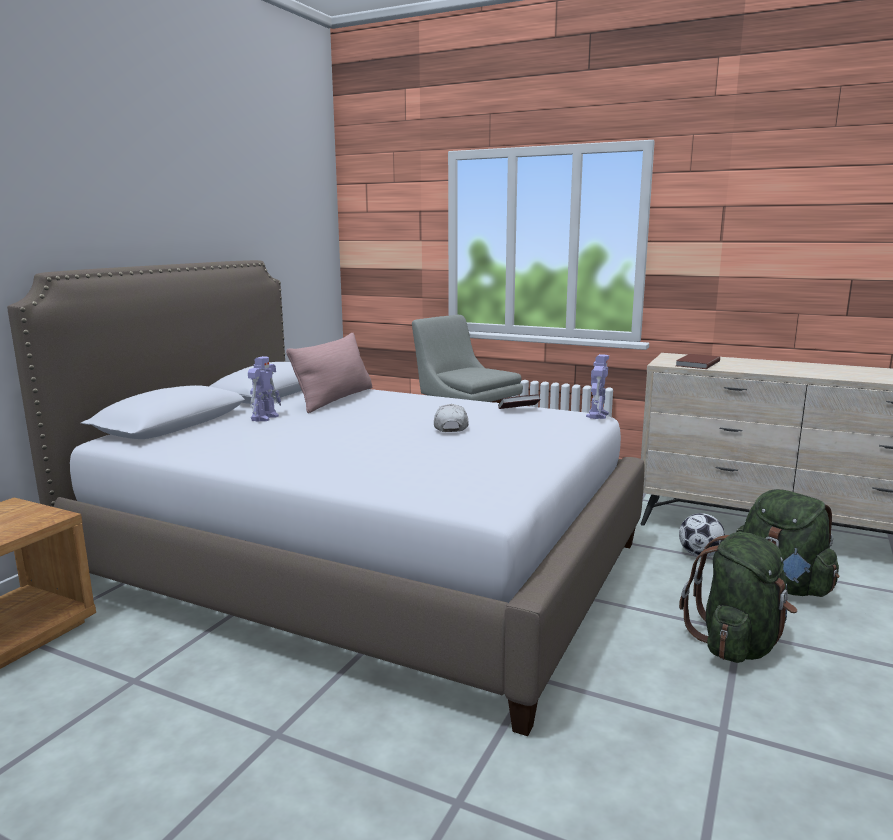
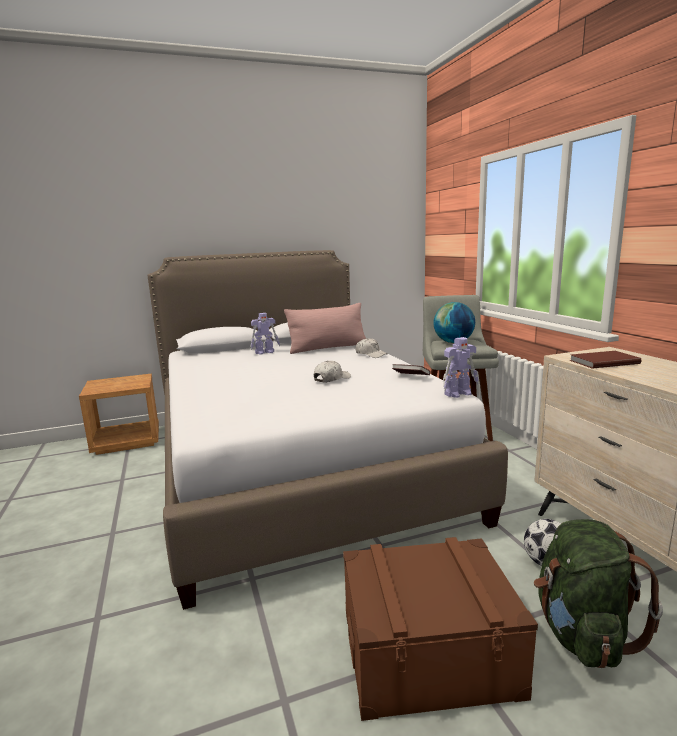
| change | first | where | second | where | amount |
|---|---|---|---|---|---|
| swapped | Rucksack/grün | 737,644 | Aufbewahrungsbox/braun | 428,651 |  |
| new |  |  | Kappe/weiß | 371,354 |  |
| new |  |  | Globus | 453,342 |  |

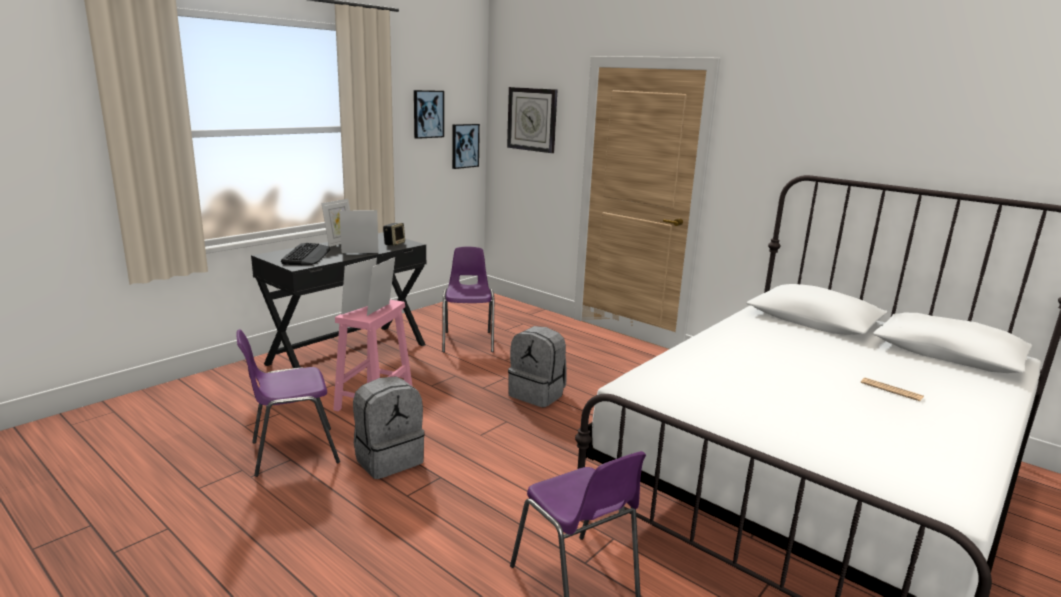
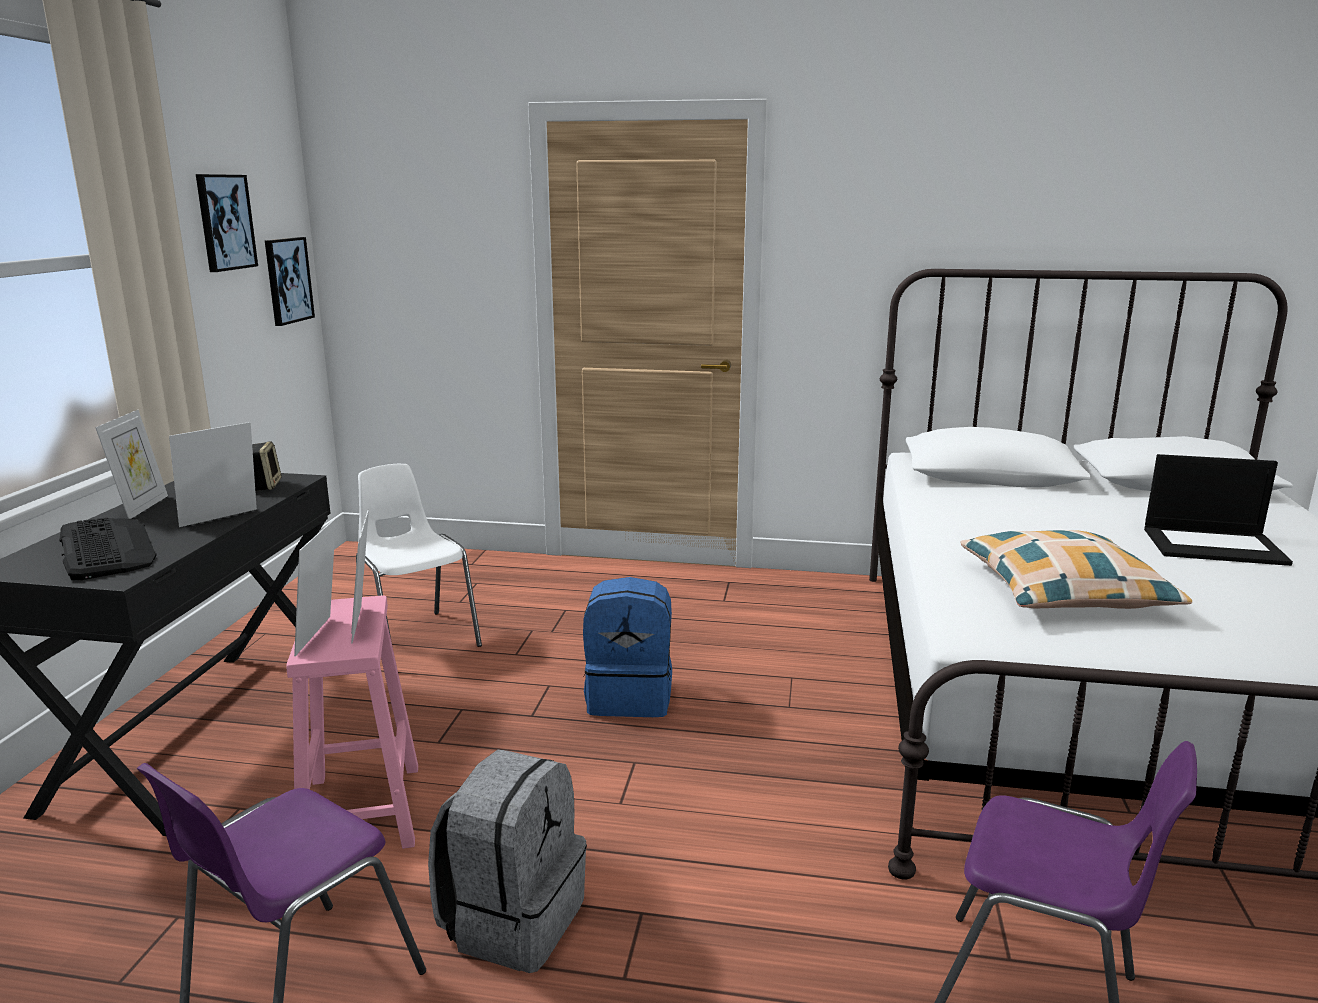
| change | first | where | second | where | amount |
|---|---|---|---|---|---|
| repainted | Stuhl/lila | 468,341 | Stuhl/weiß | 417,639 |  |
| gone | Wanduhr | 532,119 |  |  |  |
| repainted | Rucksack/grau | 538,394 | Rucksack/blau | 630,697 |  |
| swapped | Zeitung | 891,390 | Laptop | 1214,545 |  |
| new |  |  | Kissen | 1064,591 |  |

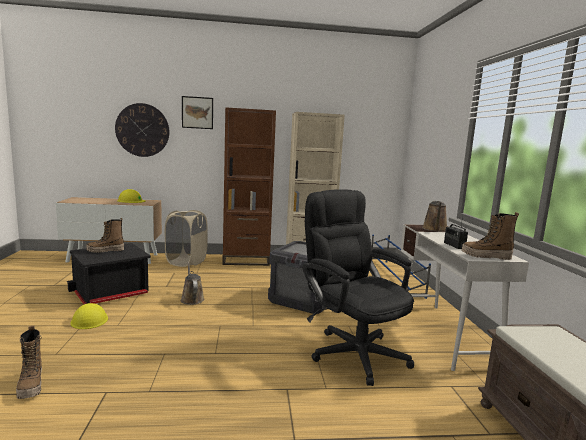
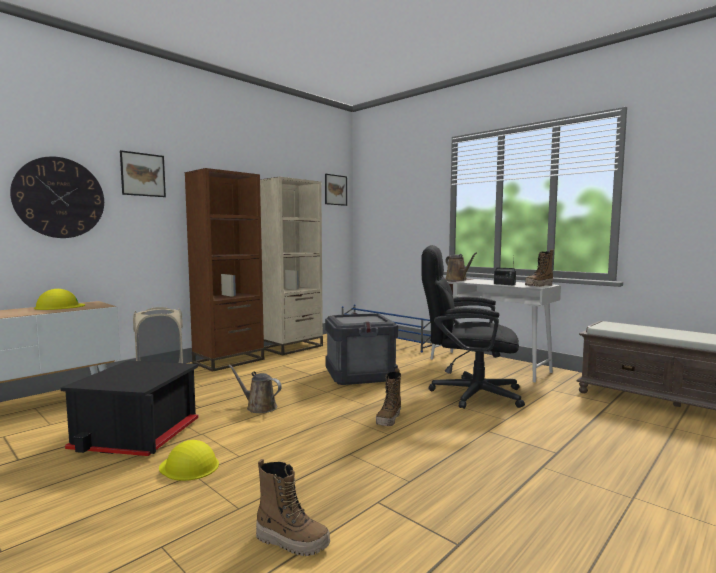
| change | first | where | second | where | amount |
|---|---|---|---|---|---|
| shifted | Stiefel | 105,251 |  | 389,420 |  |
| new |  |  | Bild | 335,190 |  |

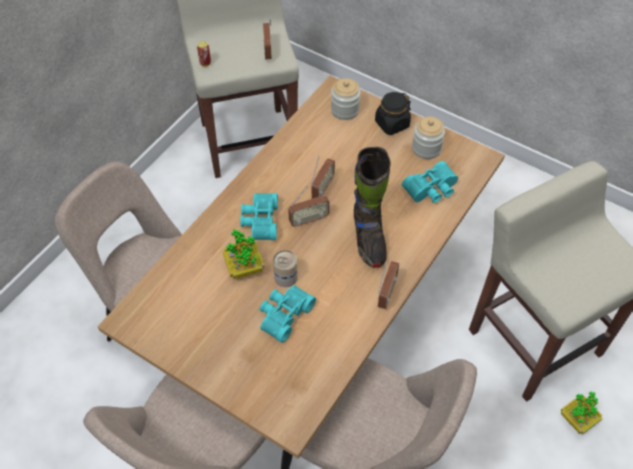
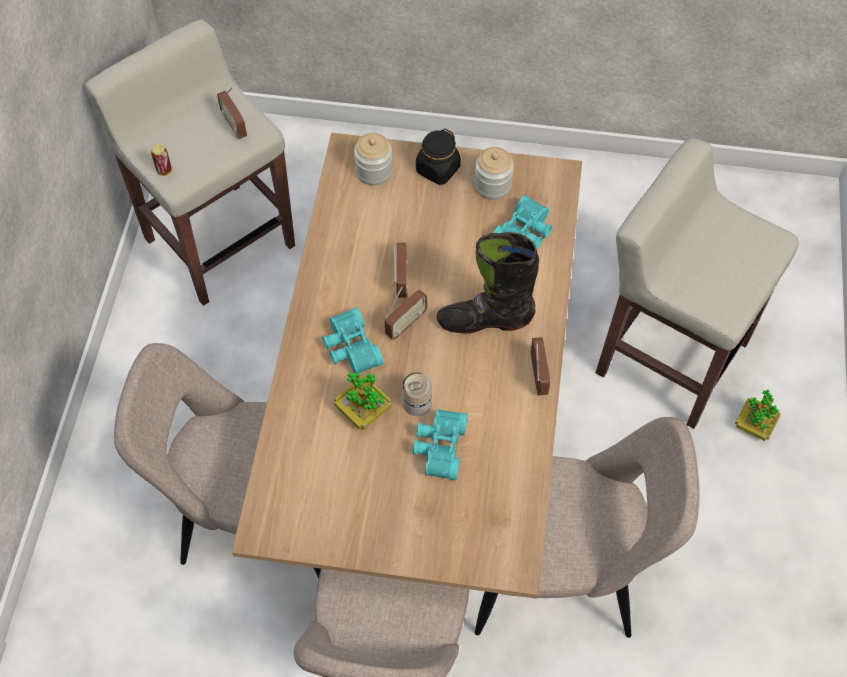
| change | first | where | second | where | amount |
|---|---|---|---|---|---|
| rotated | Stiefel/schwarz | 368,239 |  | 485,320 | 120 degrees clockwise |

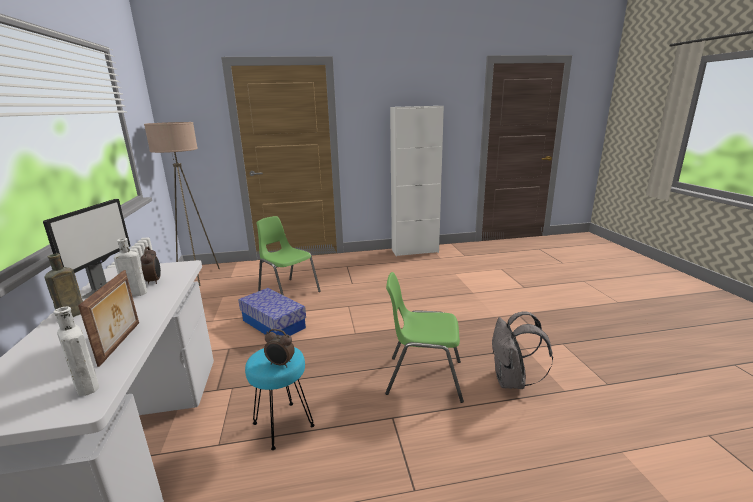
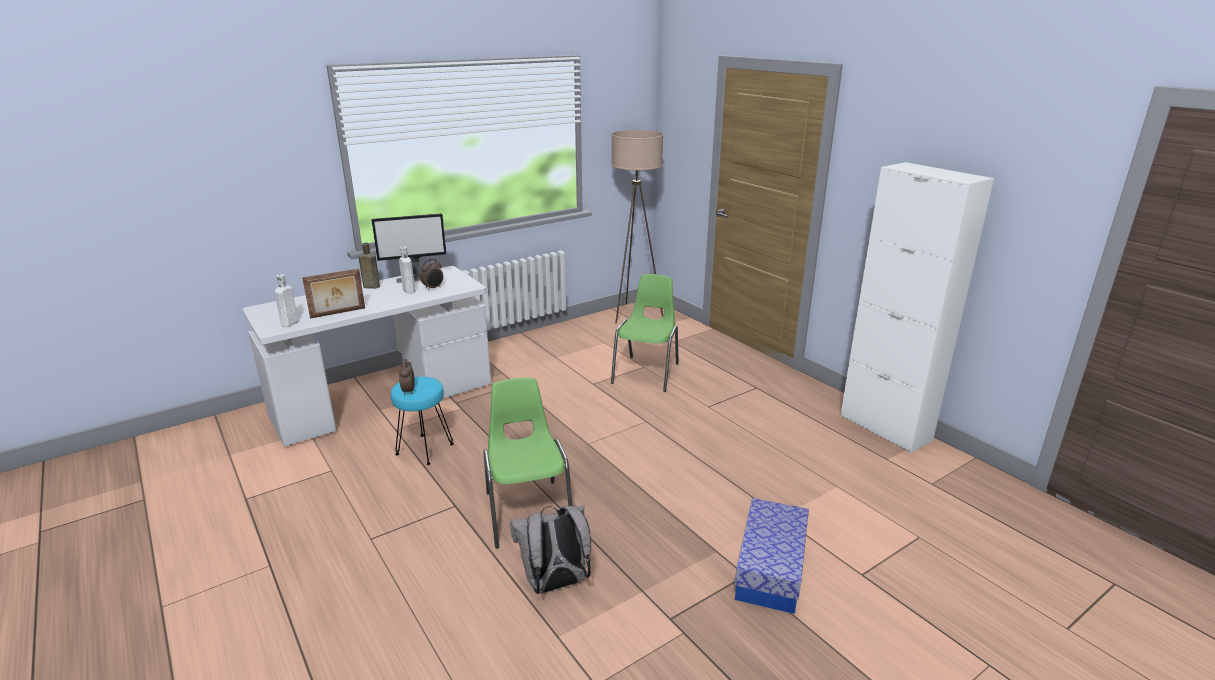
| change | first | where | second | where | amount |
|---|---|---|---|---|---|
| shifted | Aufbewahrungsbox | 273,324 |  | 770,569 |  |

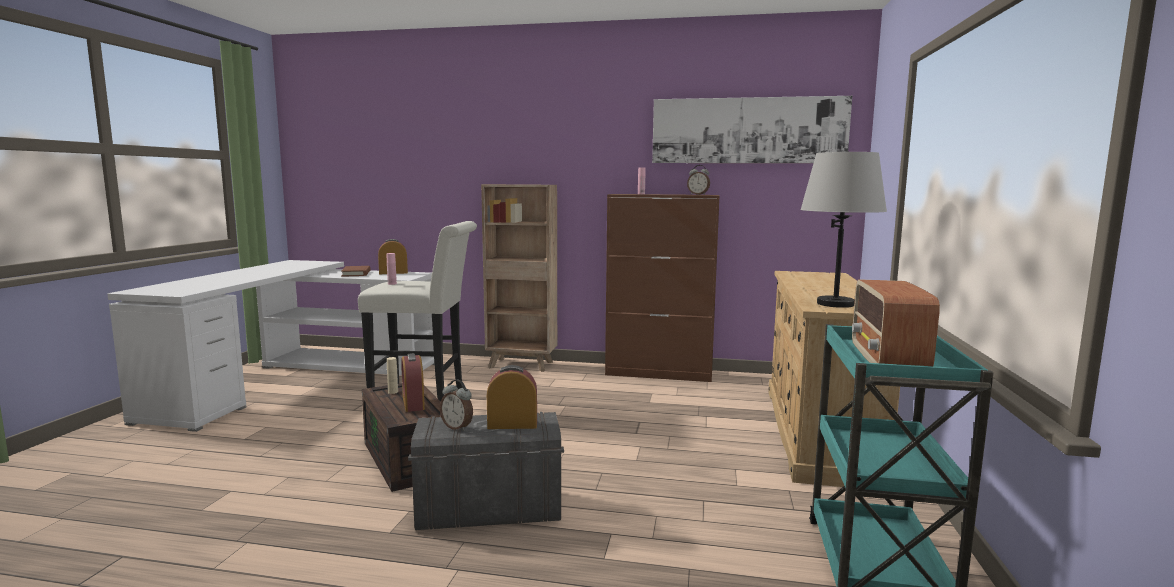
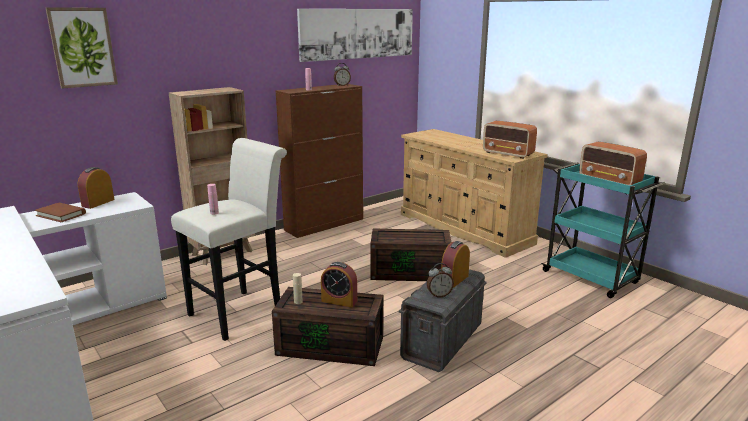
| change | first | where | second | where | amount |
|---|---|---|---|---|---|
| swapped | Tischlampe/grau | 836,304 | Radio | 508,154 |  |
| new |  |  | Bild | 82,47 |  |
| new |  |  | Aufbewahrungsbox/braun | 411,271 |  |

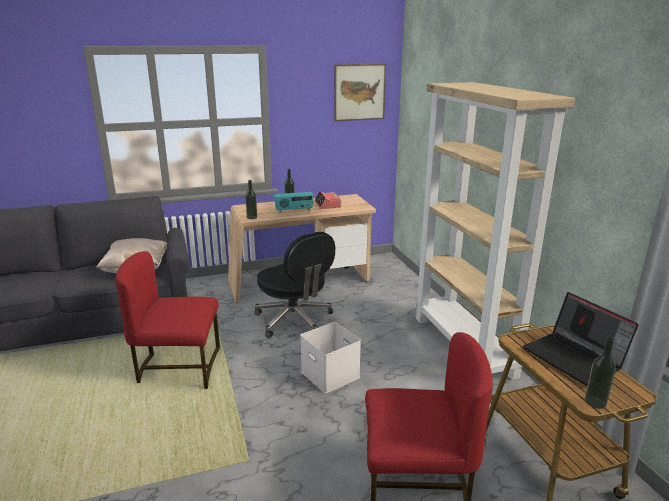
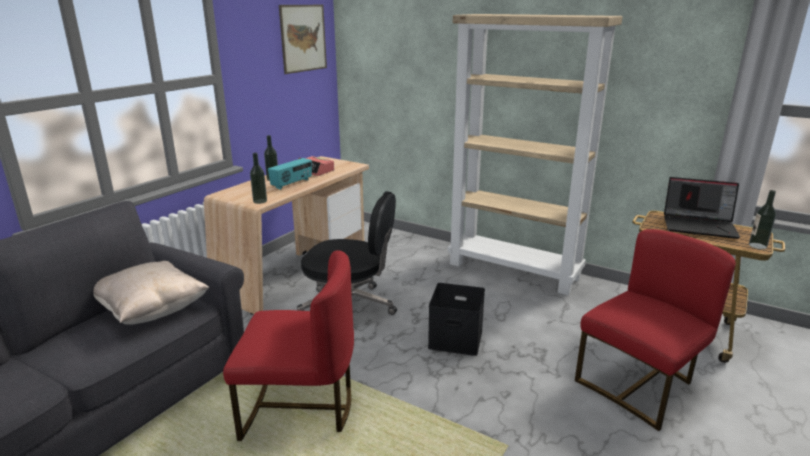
| change | first | where | second | where | amount |
|---|---|---|---|---|---|
| rotated | Stuhl/rot | 178,368 |  | 299,408 | 135 degrees counterclockwise |
| repainted | Aufbewahrungsbox/weiß | 331,374 | Aufbewahrungsbox/schwarz | 457,338 |  |

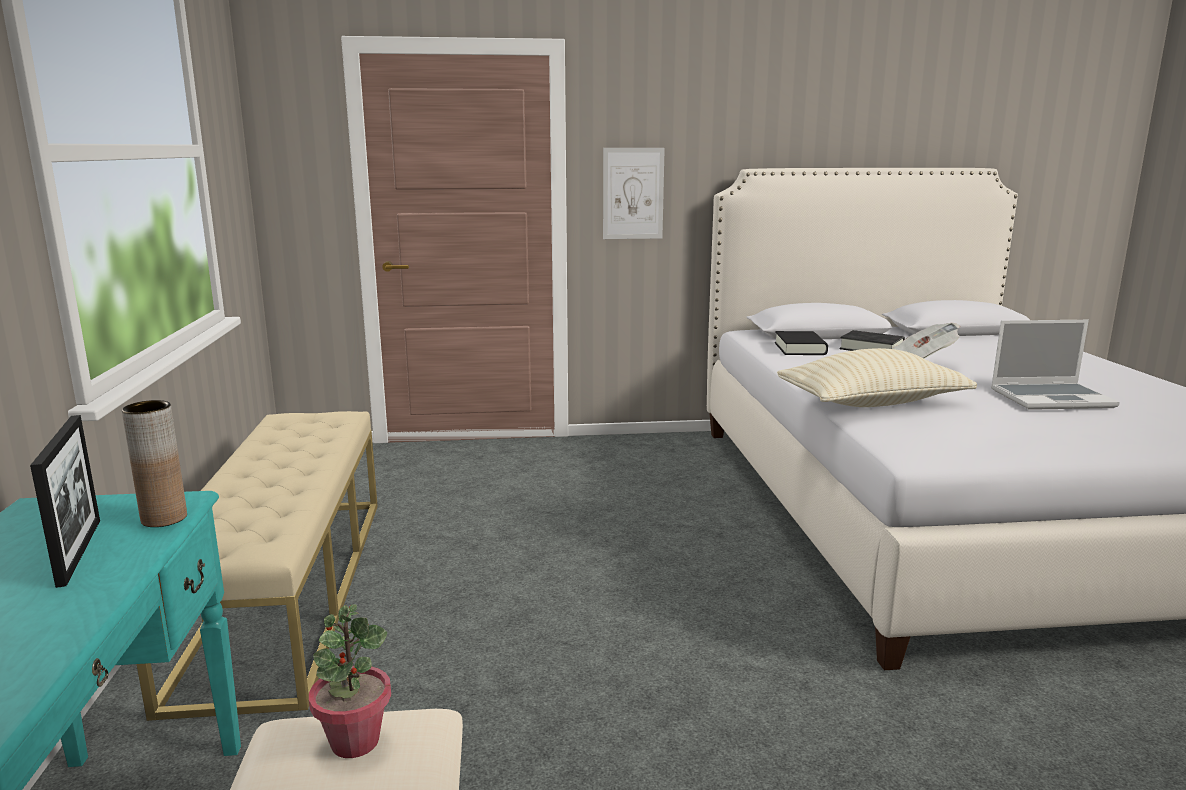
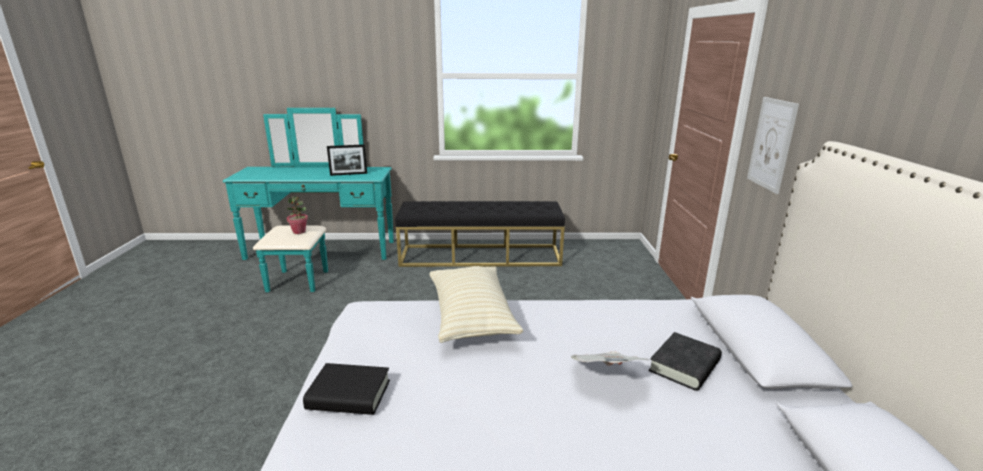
| change | first | where | second | where | amount |
|---|---|---|---|---|---|
| gone | Vase/braun | 164,518 |  |  |  |
| repainted | Bank/beige | 288,588 | Bank/schwarz | 480,256 |  |
| shifted | Buch/schwarz | 800,349 |  | 349,395 |  |
| gone | Laptop | 1052,398 |  |  |  |

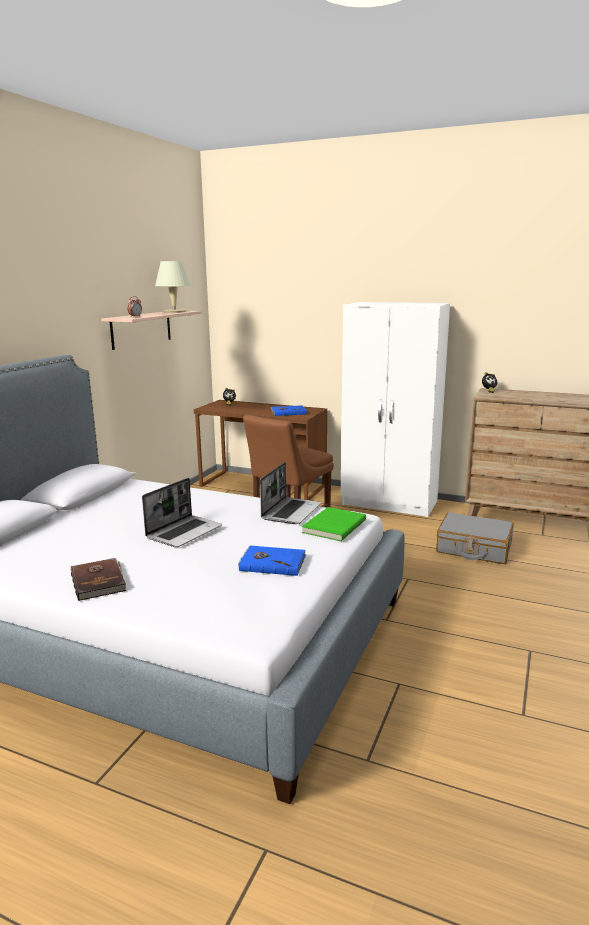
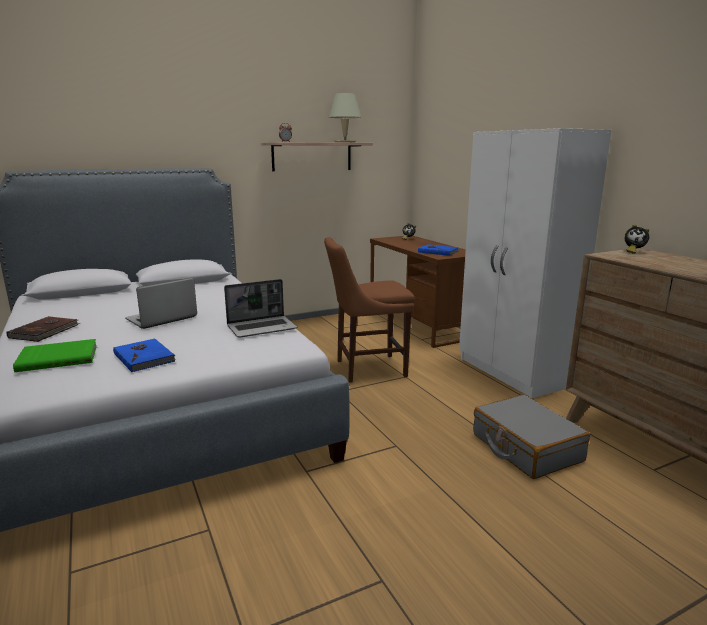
| change | first | where | second | where | amount |
|---|---|---|---|---|---|
| rotated | Laptop | 184,532 |  | 161,319 | 150 degrees clockwise |
| shifted | Buch/grün | 333,526 |  | 58,358 |  |

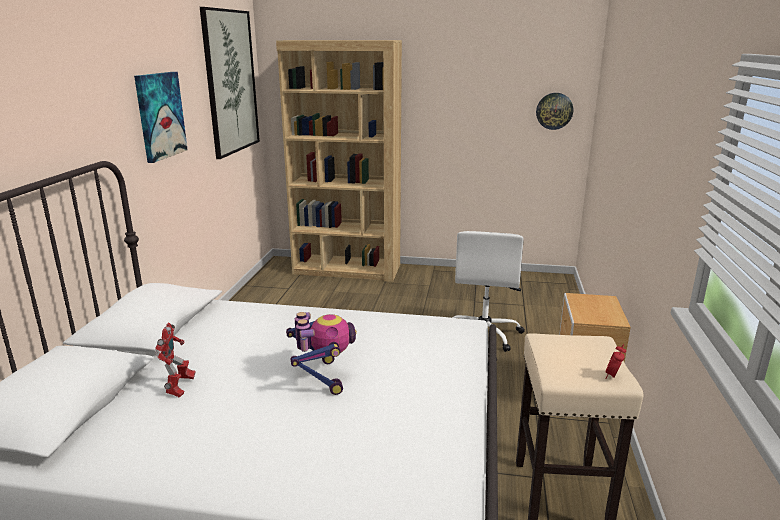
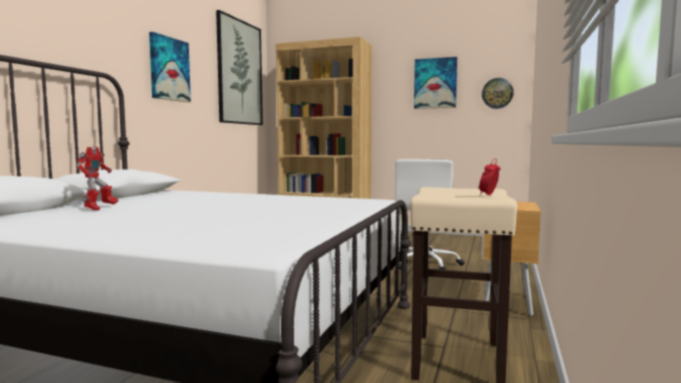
| change | first | where | second | where | amount |
|---|---|---|---|---|---|
| gone | Spielzeugroboter | 322,377 |  |  |  |
| new |  |  | Bild | 435,83 |  |

